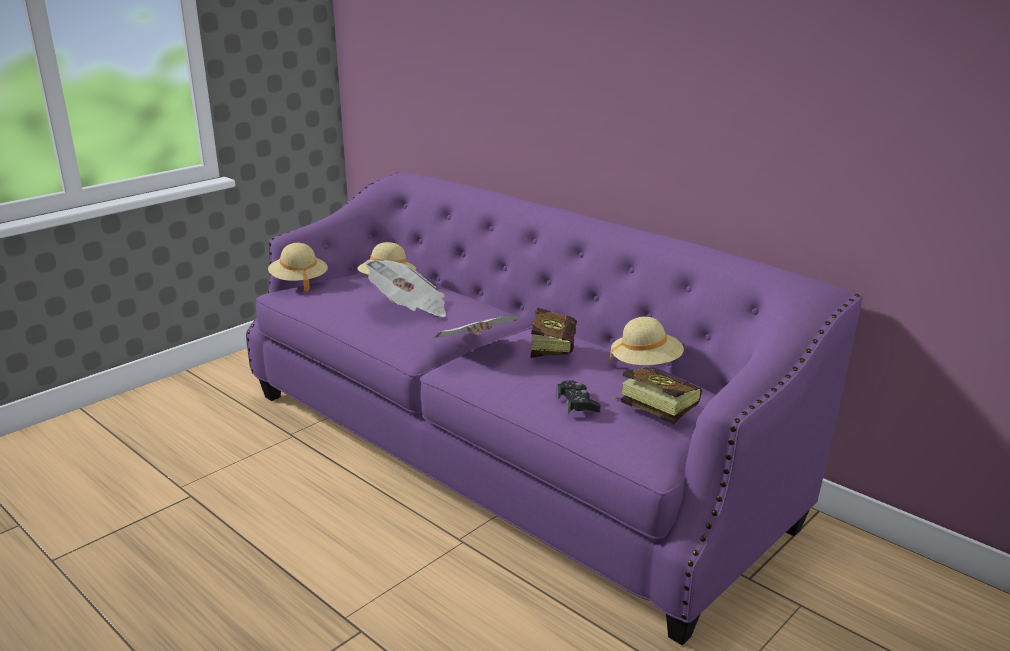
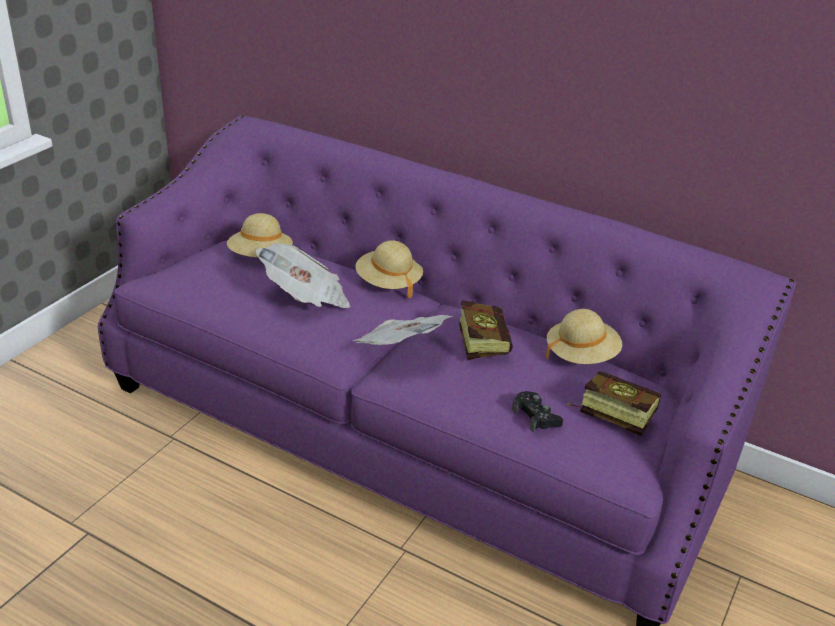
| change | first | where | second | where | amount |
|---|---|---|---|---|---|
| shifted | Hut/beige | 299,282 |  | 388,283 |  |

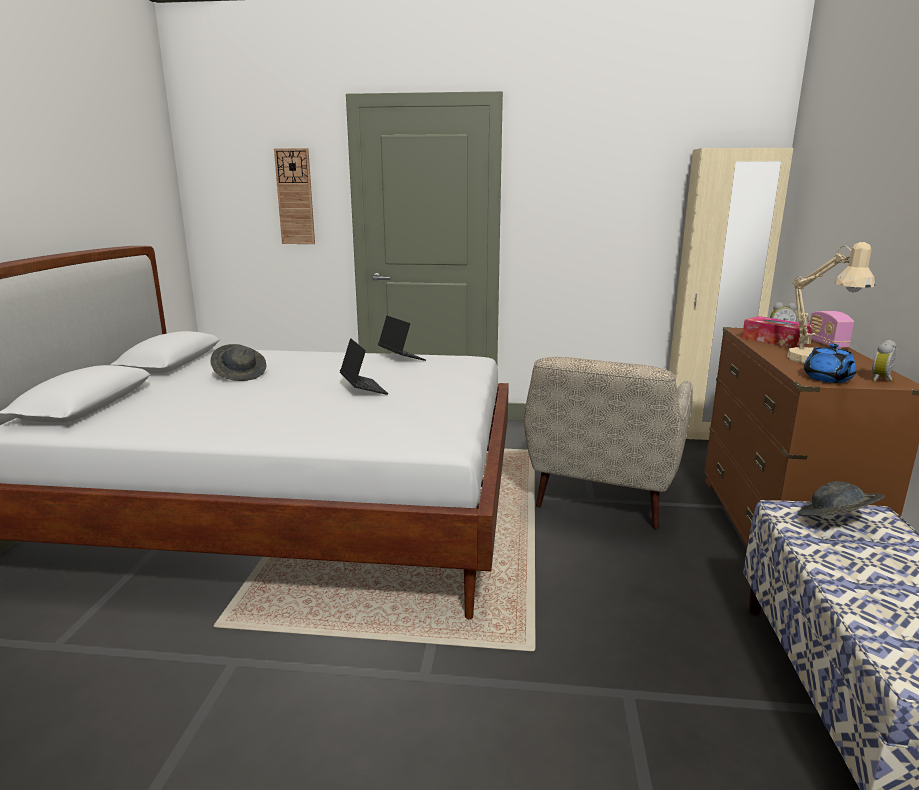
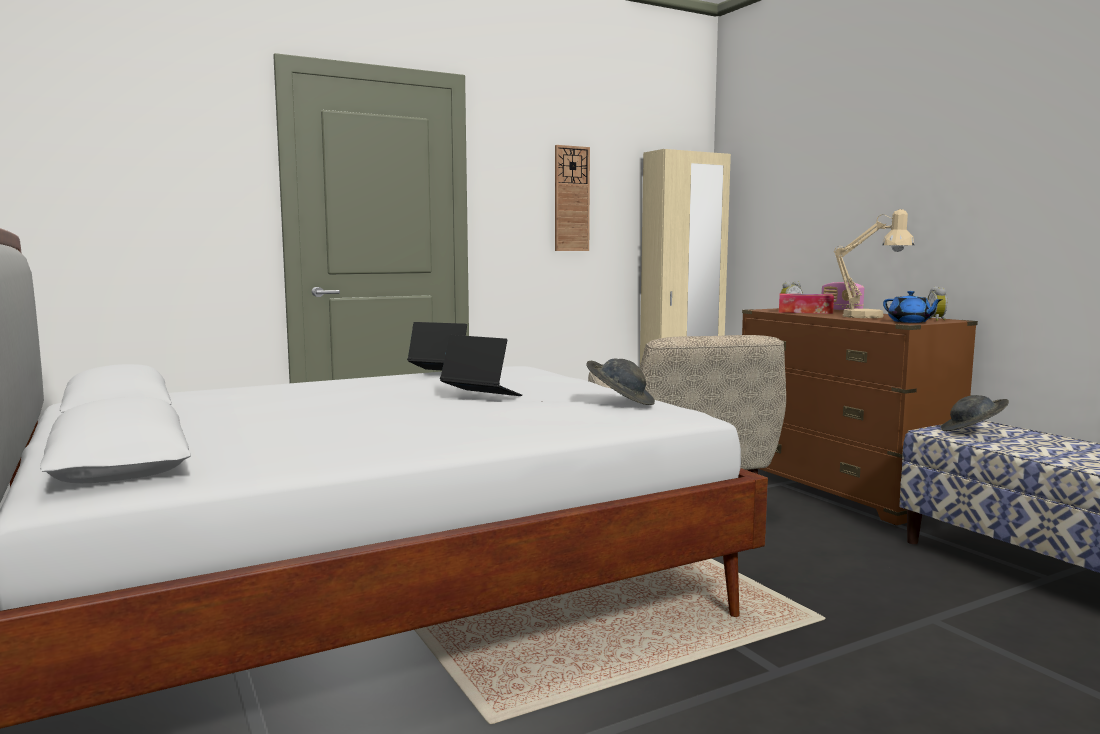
| change | first | where | second | where | amount |
|---|---|---|---|---|---|
| shifted | Hut/grau | 240,375 |  | 620,402 |  |
| shifted | Wanduhr | 295,197 |  | 571,199 |  |

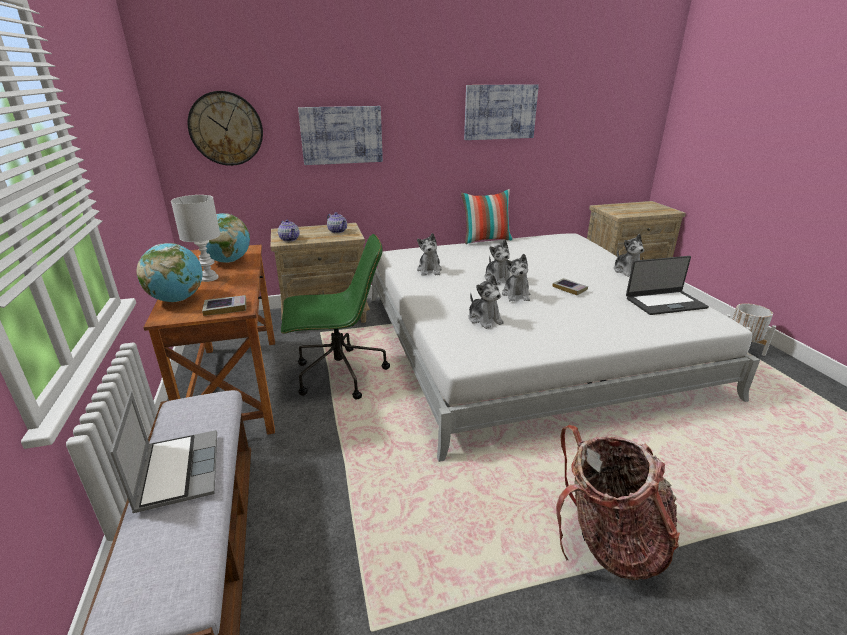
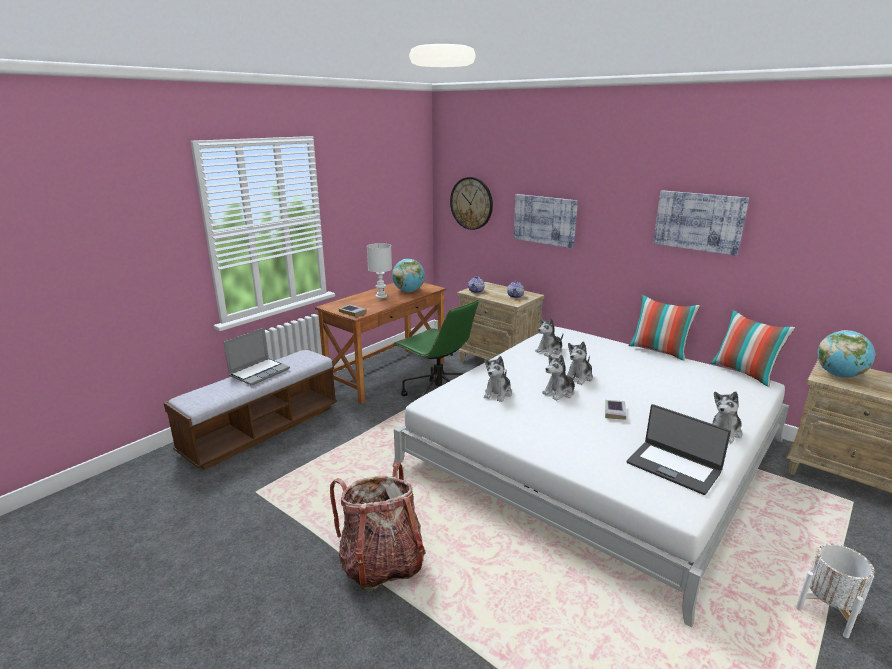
| change | first | where | second | where | amount |
|---|---|---|---|---|---|
| shifted | Globus | 177,299 |  | 839,375 |  |
| new |  |  | Kissen | 744,373 |  |

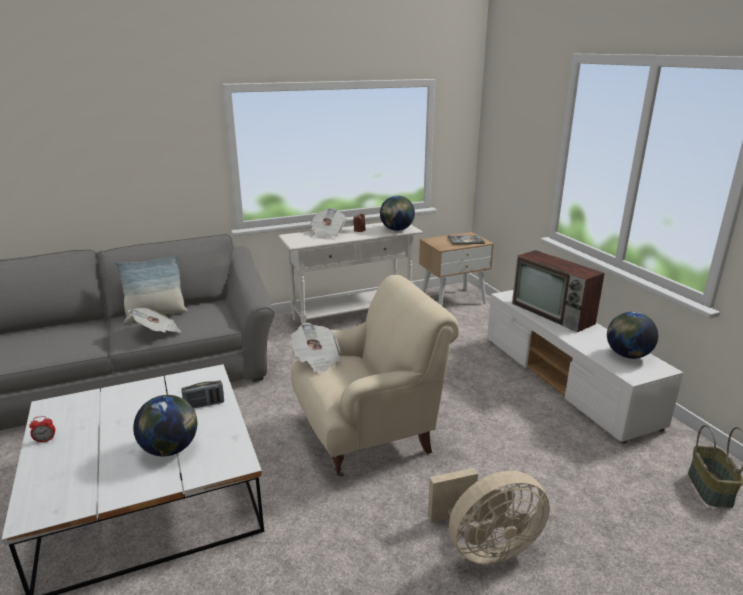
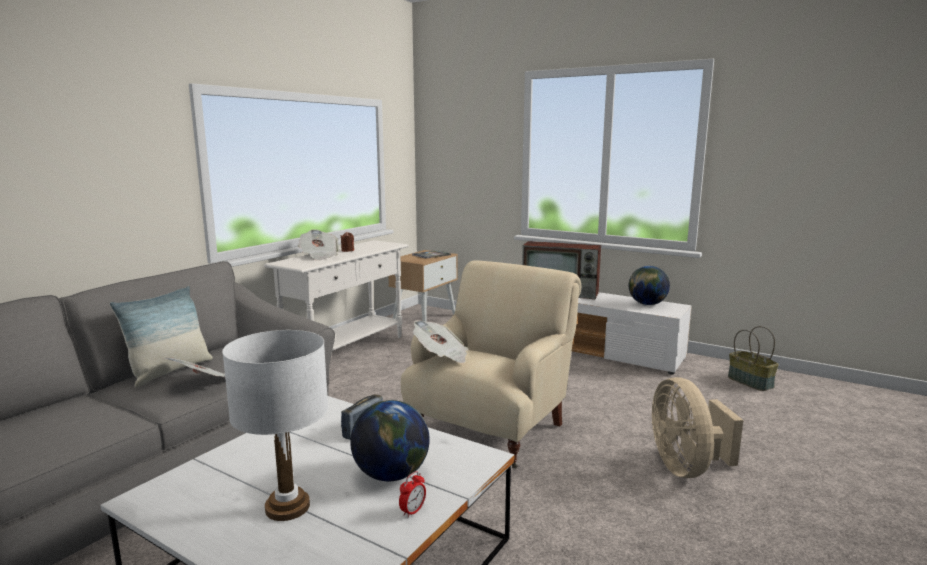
| change | first | where | second | where | amount |
|---|---|---|---|---|---|
| shifted | Wecker | 45,440 |  | 412,511 |  |
| gone | Globus | 396,230 |  |  |  |
| rotated | Ventilator/beige | 485,547 |  | 686,467 | 135 degrees clockwise |
| new |  |  | Tischlampe/weiß | 287,507 |  |

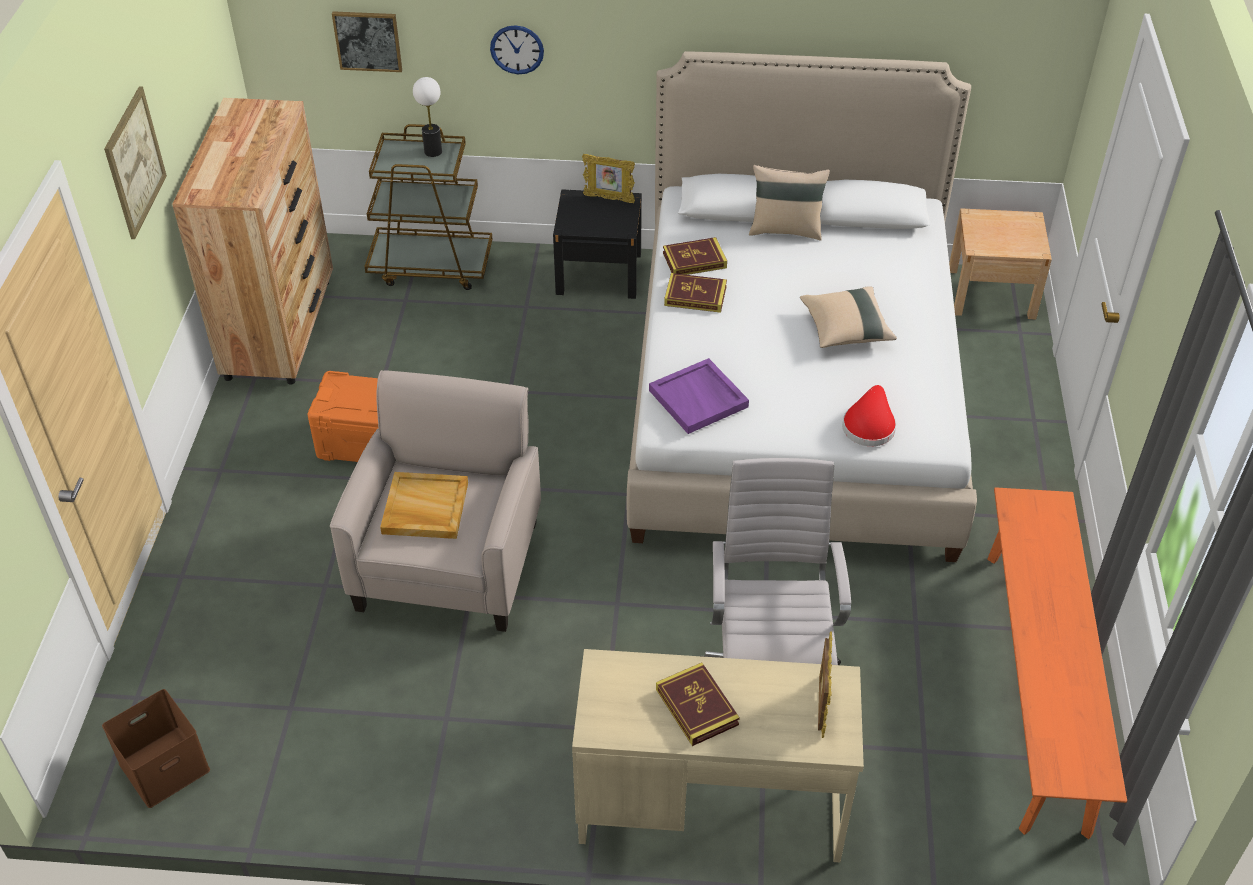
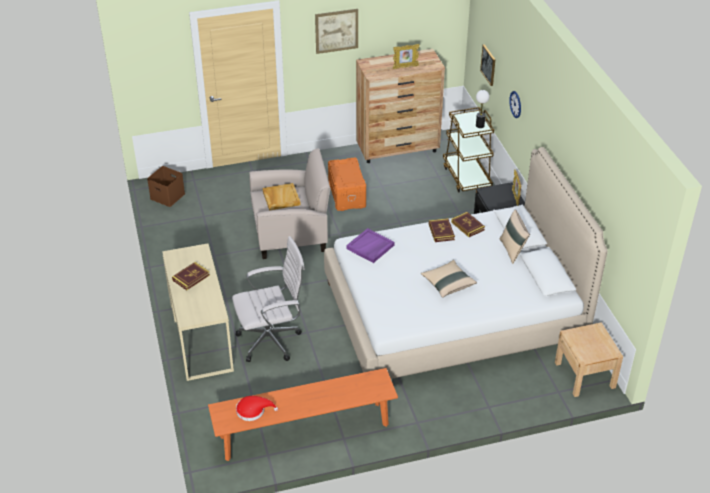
| change | first | where | second | where | amount |
|---|---|---|---|---|---|
| shifted | Bilderrahmen | 821,706 |  | 405,67 |  |
| shifted | Hut/rot | 869,425 |  | 253,410 |  |

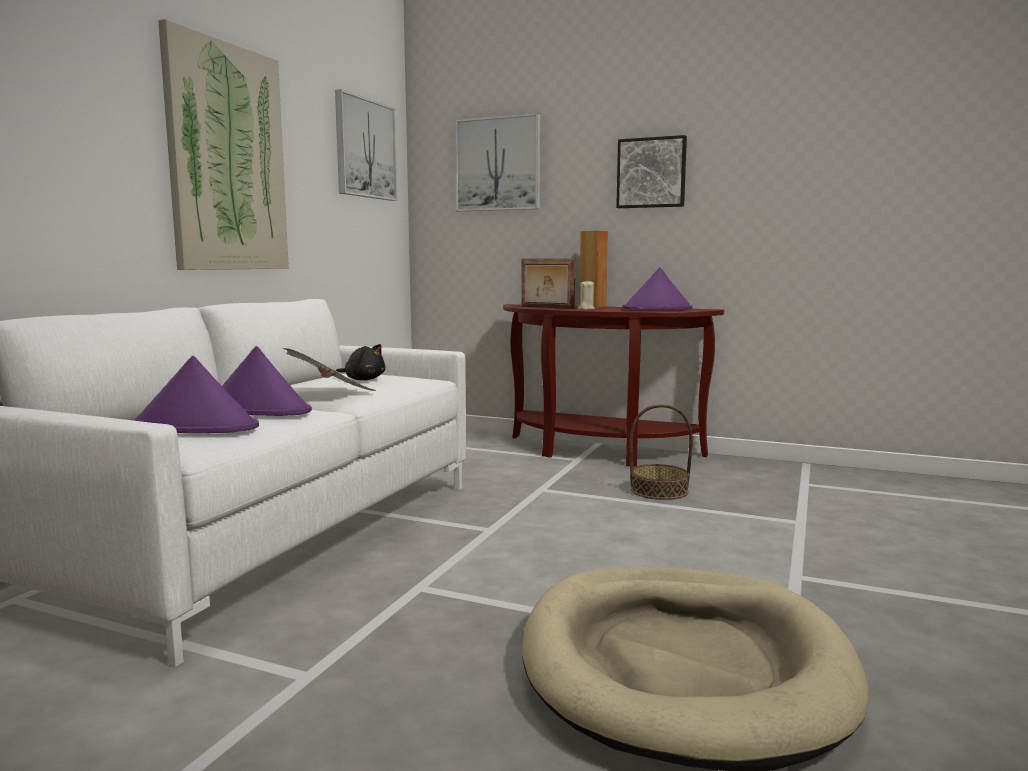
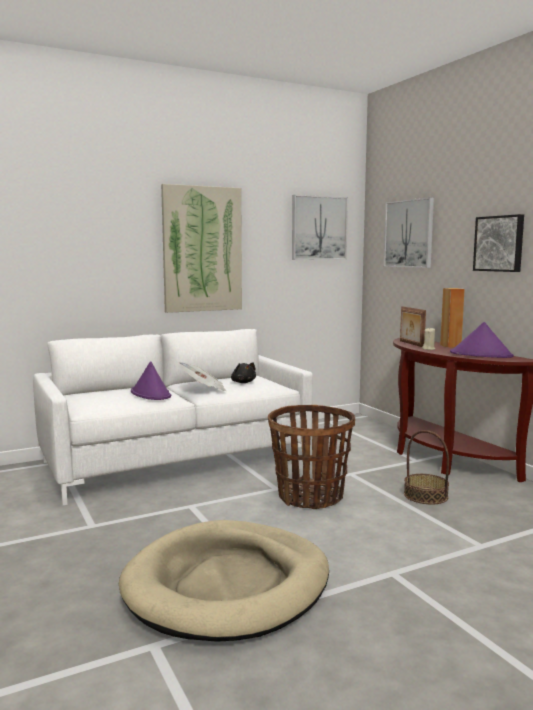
| change | first | where | second | where | amount |
|---|---|---|---|---|---|
| gone | Hut/lila | 196,427 |  |  |  |
| new |  |  | Korb | 310,497 |  |

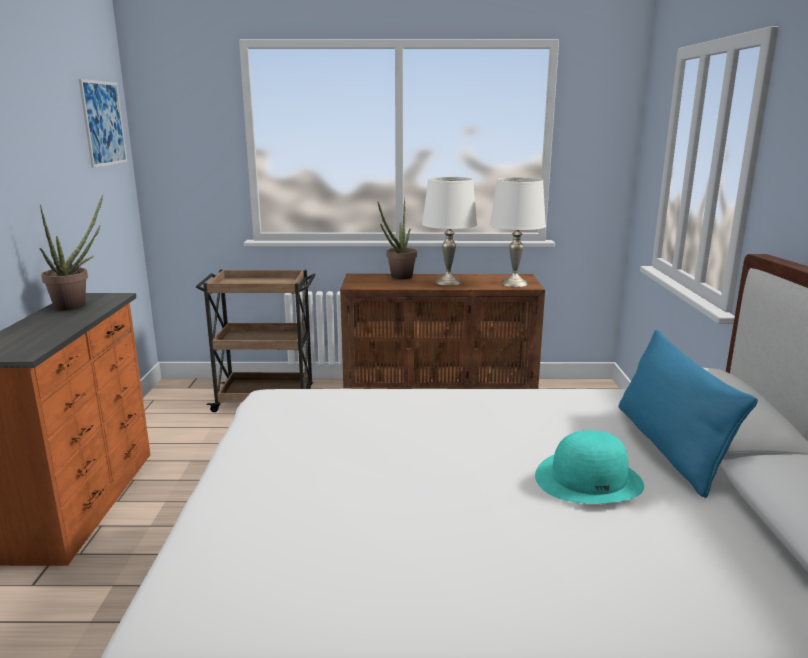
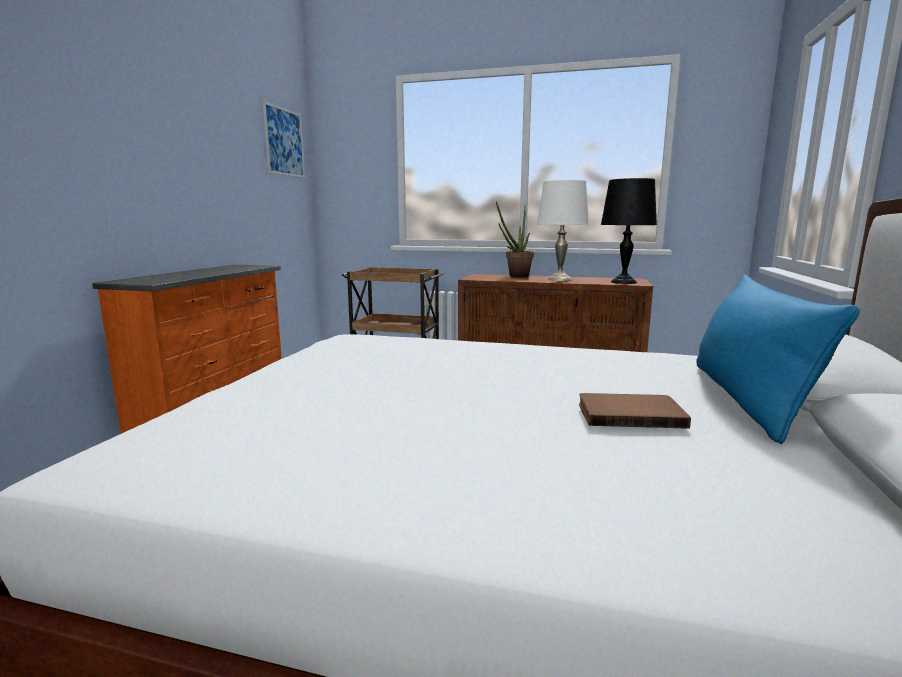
| change | first | where | second | where | amount |
|---|---|---|---|---|---|
| gone | Topfpflanze | 76,305 |  |  |  |
| repainted | Tischlampe/weiß | 514,283 | Tischlampe/schwarz | 624,282 |  |
| swapped | Hut/türkis | 589,479 | Buch/braun | 629,414 |  |

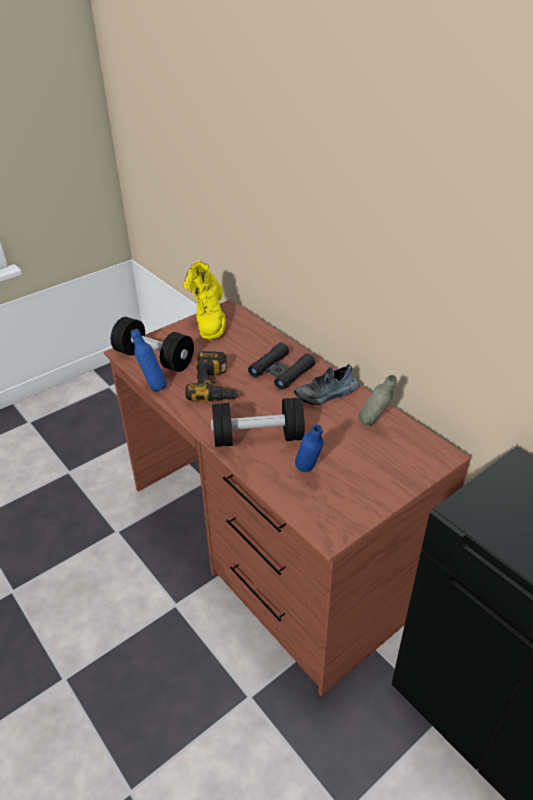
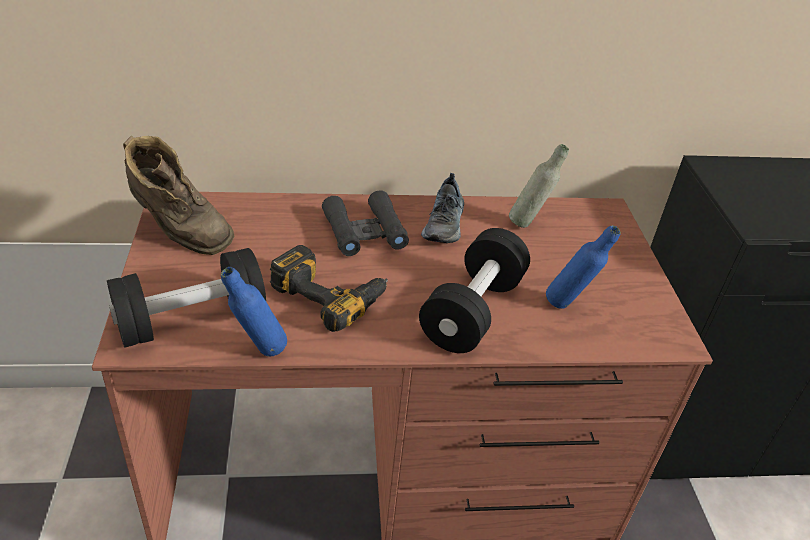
| change | first | where | second | where | amount |
|---|---|---|---|---|---|
| repainted | Stiefel/gelb | 210,322 | Stiefel/braun | 179,231 |  |

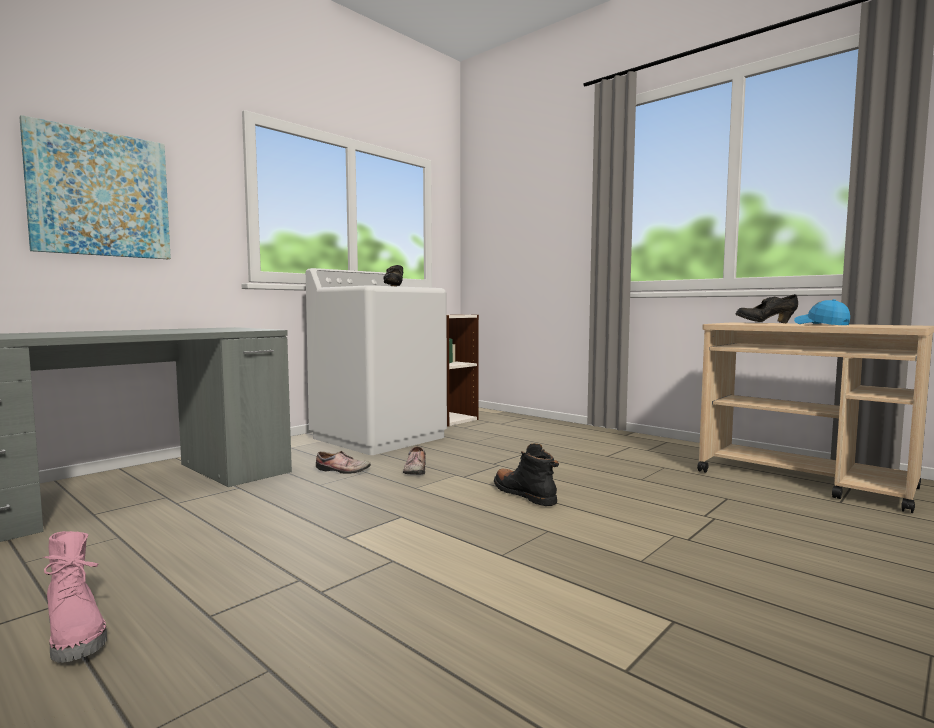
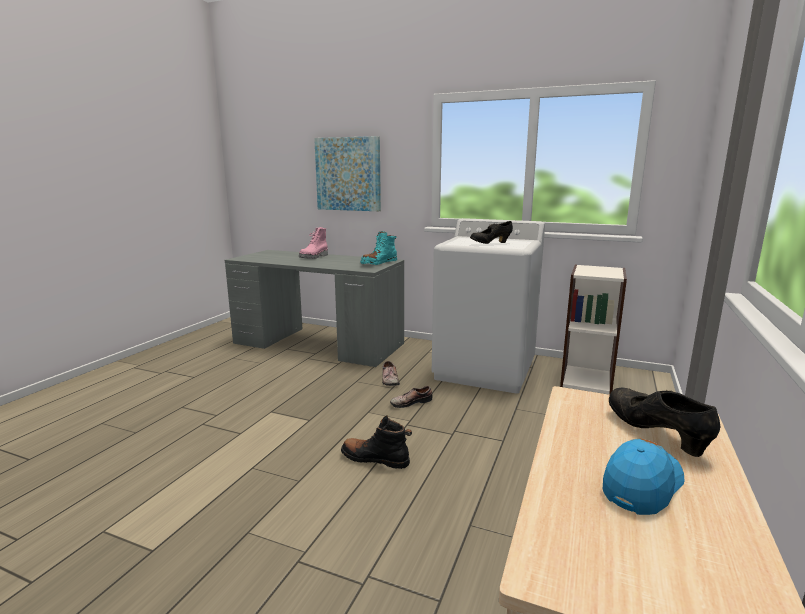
| change | first | where | second | where | amount |
|---|---|---|---|---|---|
| shifted | Stiefel/rosa | 77,635 |  | 314,257 |  |
| rotated | Stiefel/schwarz | 525,495 |  | 375,459 | 105 degrees counterclockwise |
| new |  |  | Stiefel/türkis | 379,263 |  |

